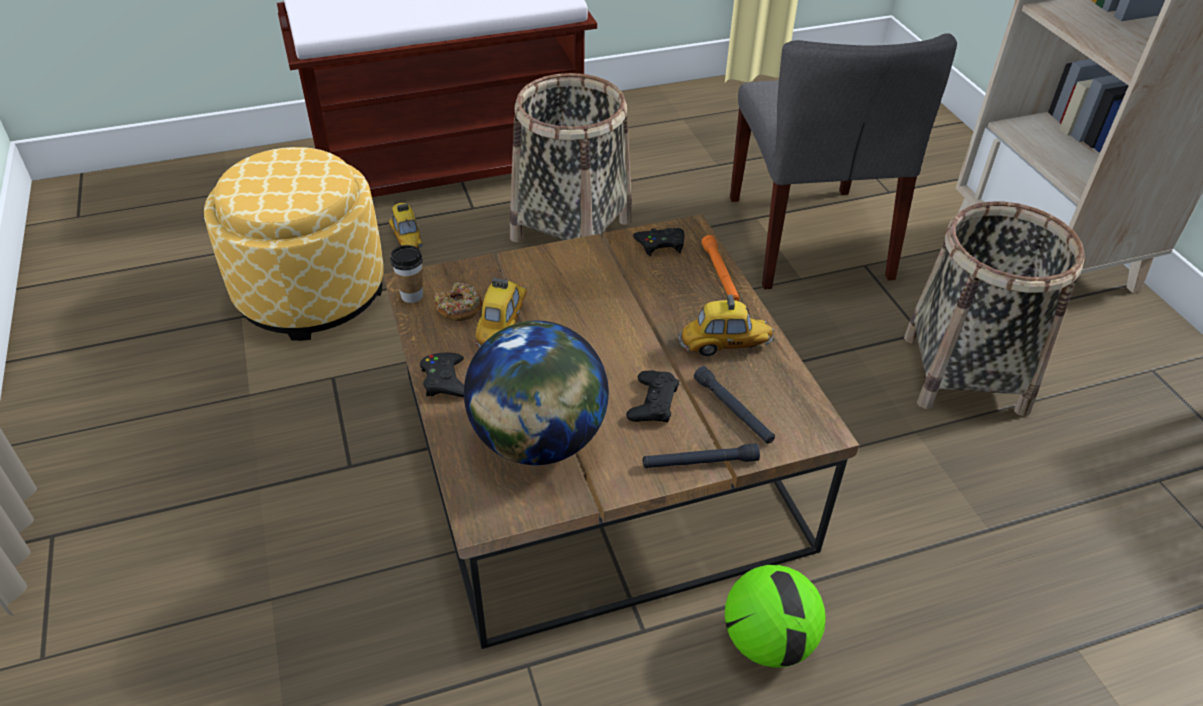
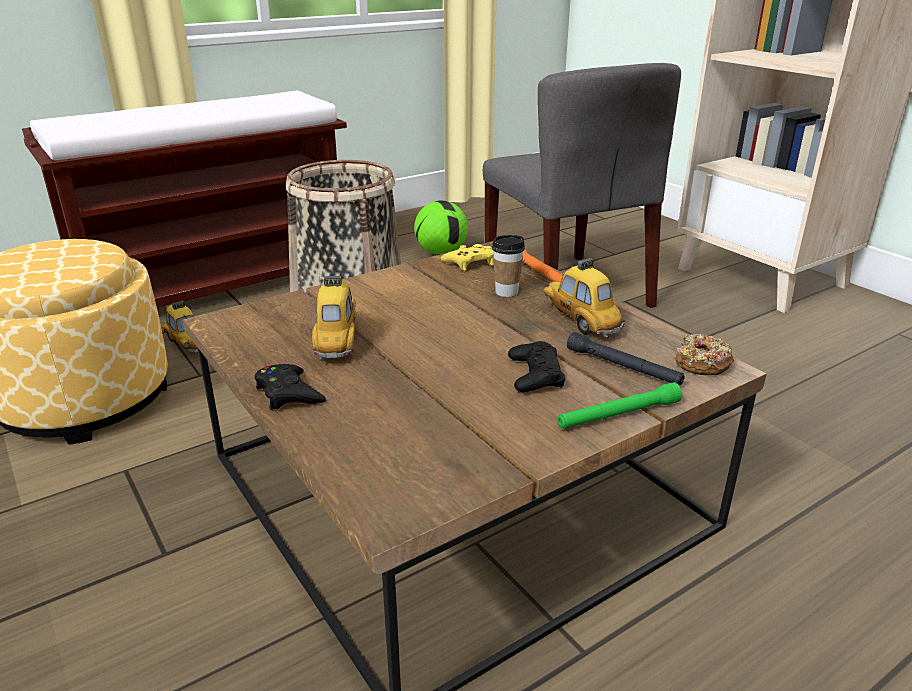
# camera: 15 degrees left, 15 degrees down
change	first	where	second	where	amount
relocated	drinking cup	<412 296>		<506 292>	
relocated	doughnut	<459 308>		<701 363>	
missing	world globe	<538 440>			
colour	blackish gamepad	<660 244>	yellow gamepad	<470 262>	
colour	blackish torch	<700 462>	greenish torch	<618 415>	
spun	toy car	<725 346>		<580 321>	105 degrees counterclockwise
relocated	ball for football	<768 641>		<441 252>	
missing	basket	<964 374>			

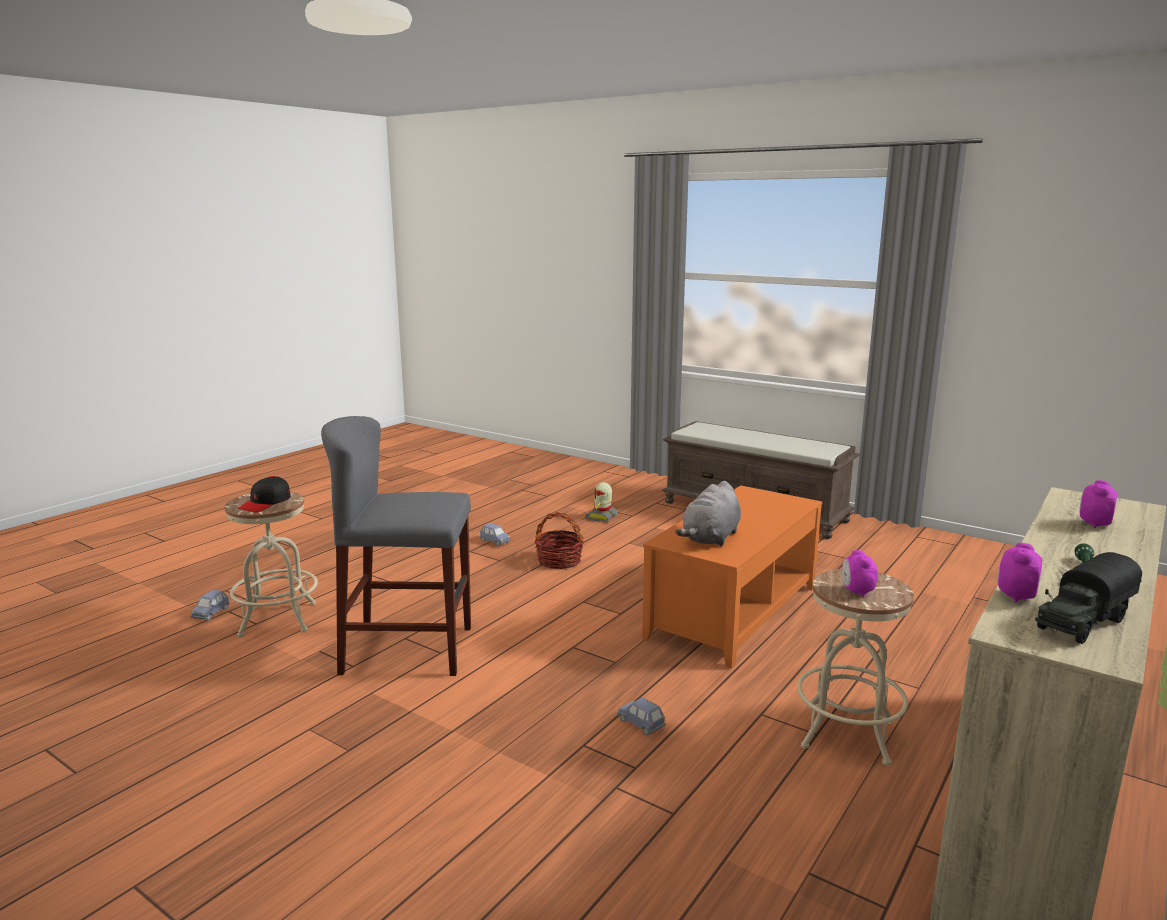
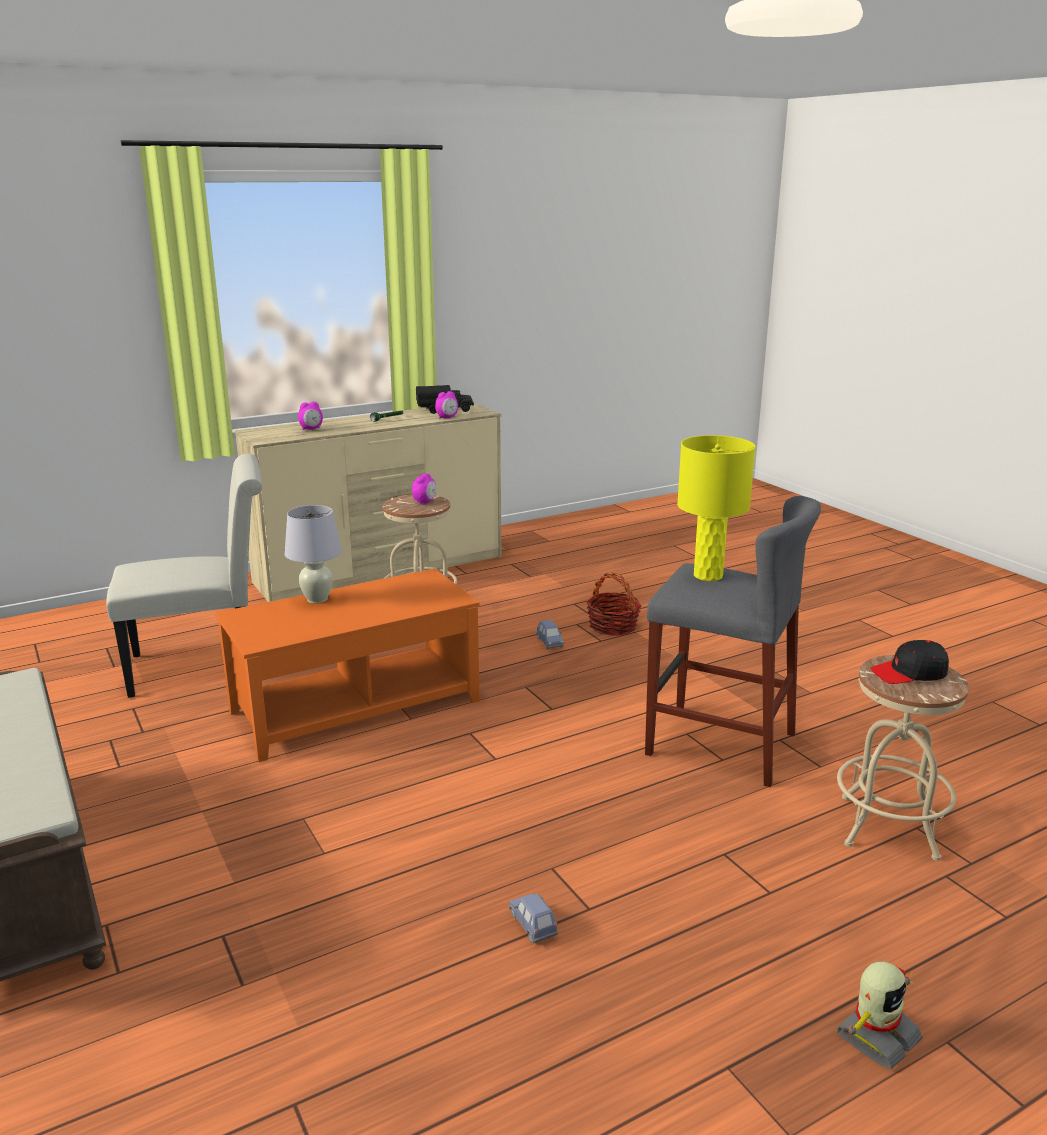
# camera: 155 degrees left, 5 degrees up
change	first	where	second	where	amount
missing	blue-coloured toy car	<211 613>			
spun	blackish cap	<265 503>		<909 673>	150 degrees counterclockwise
relocated	basket	<559 561>		<613 626>	
relocated	toy robot	<602 517>		<876 1036>	
missing	greyish cuddly toy	<710 538>			
appeared			white upright chair	<205 666>	
appeared			white tabletop lamp	<317 599>	
appeared			yellow tabletop lamp	<708 575>	

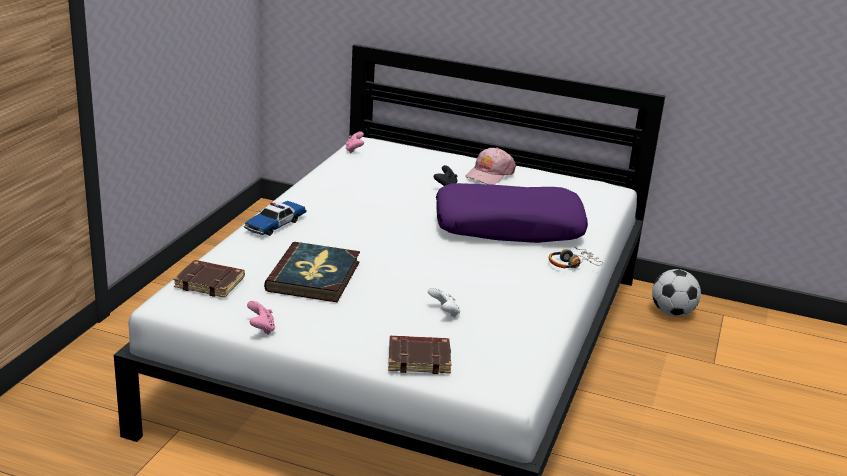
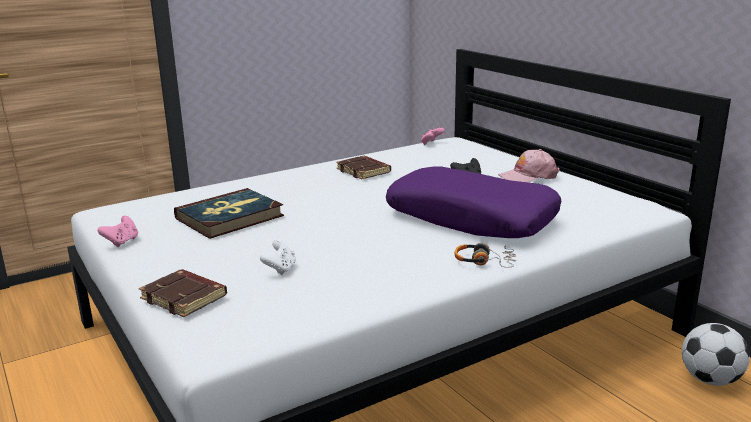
# camera: 40 degrees right, 5 degrees down
change	first	where	second	where	amount
relocated	brown-coloured volume	<210 283>		<364 171>	
missing	toy car	<275 224>			

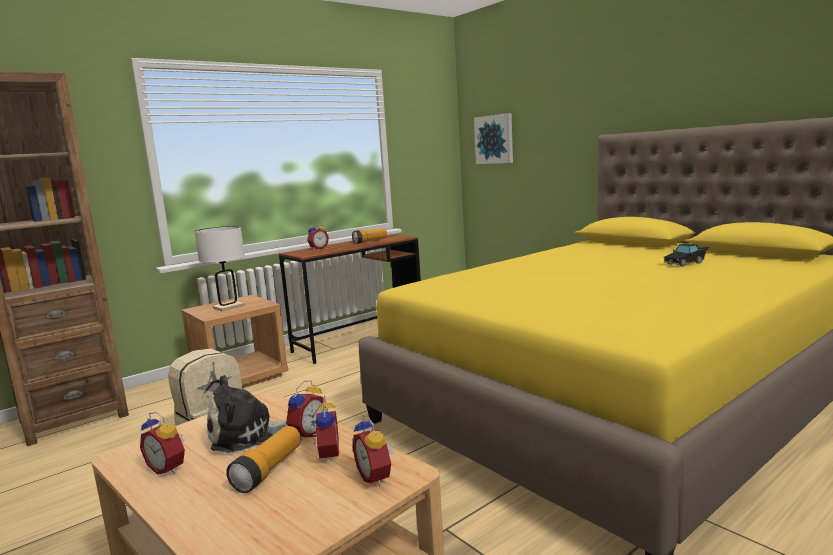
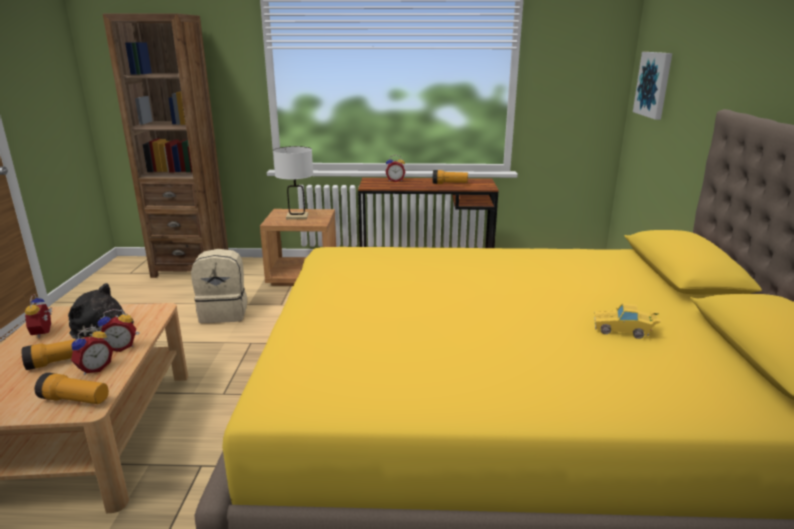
# camera: 40 degrees right, 10 degrees up
change	first	where	second	where	amount
exchanged	alarm clock	<376 477>	torch	<75 400>	
colour	blackish toy car	<686 263>	yellow toy car	<624 330>	

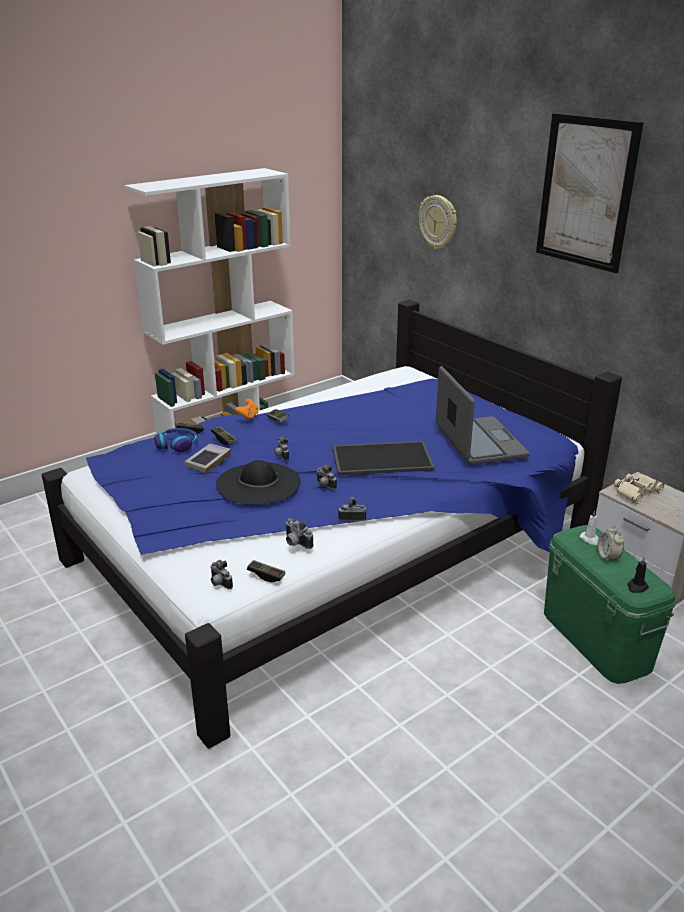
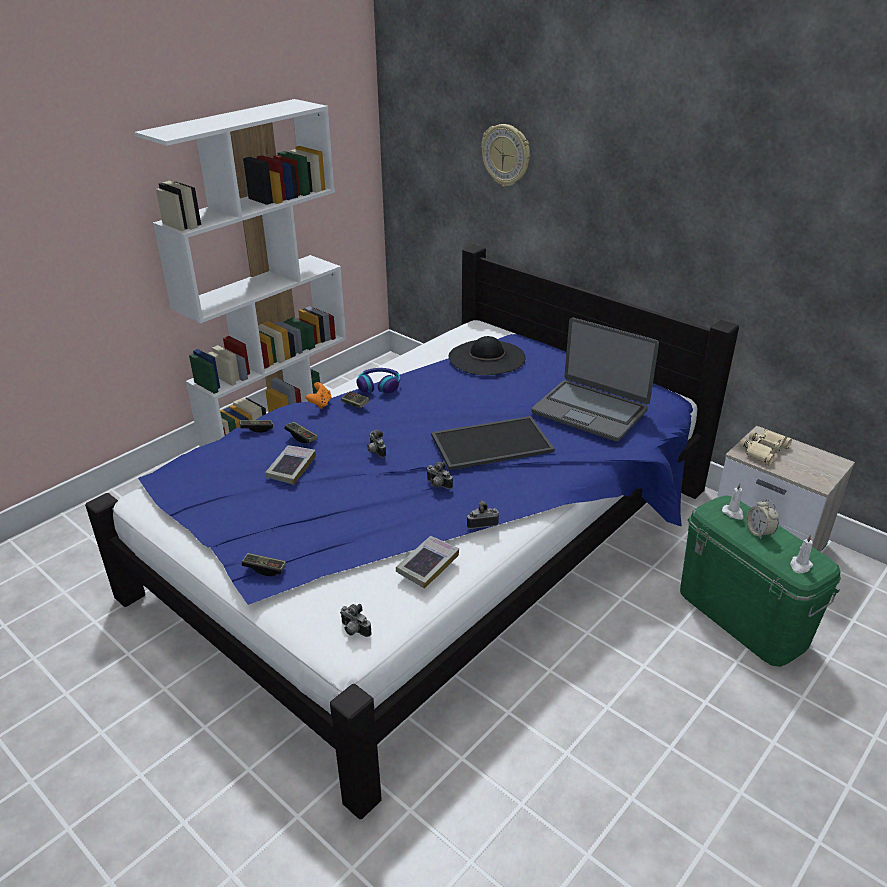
# camera: 10 degrees left, 5 degrees up
change	first	where	second	where	amount
relocated	pair of headphones	<177 445>		<379 386>	
relocated	blackish hat	<258 483>		<486 357>	
relocated	gamepad	<266 575>		<264 569>	
exchanged	photo camera	<295 543>	volume	<427 565>	
spun	portable computer	<479 442>		<590 411>	150 degrees clockwise
missing	wall picture	<586 192>			
colour	blackish wax candle	<636 587>	white wax candle	<800 566>	

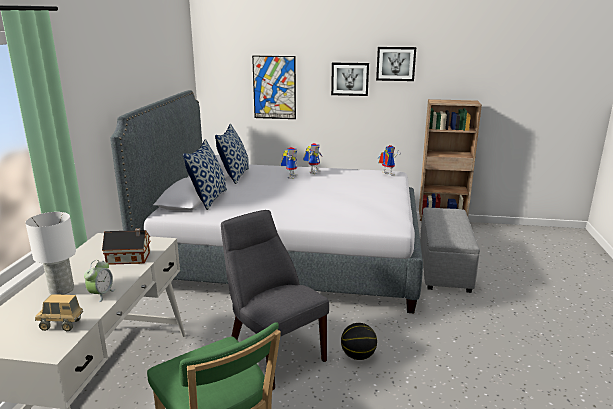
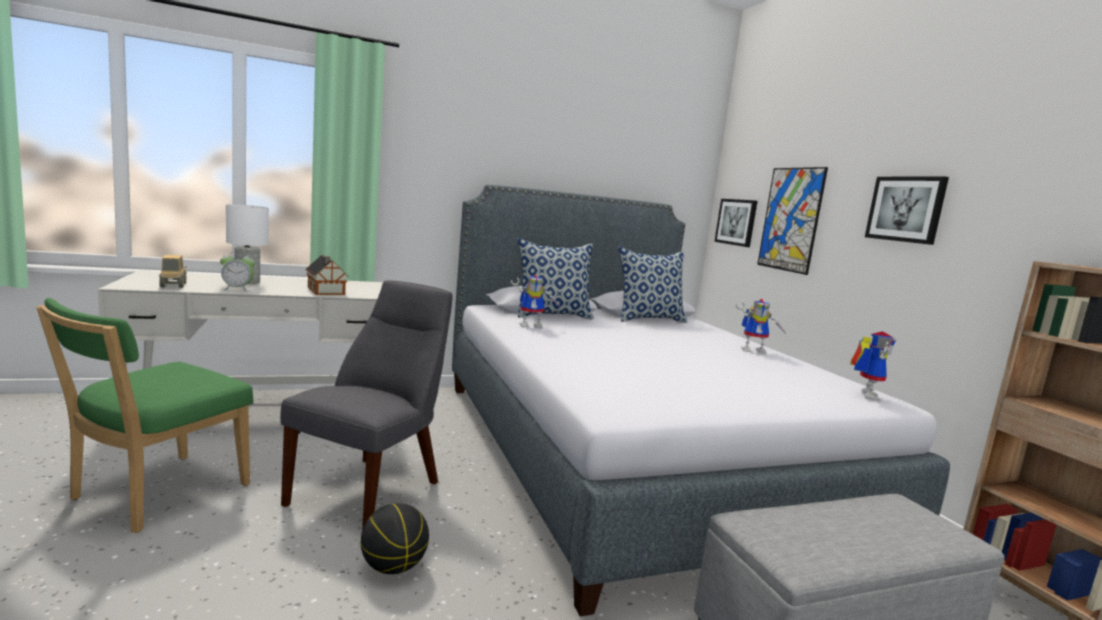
# camera: 60 degrees right, 10 degrees down
change	first	where	second	where	amount
relocated	toy robot	<290 176>		<532 325>	
relocated	wall picture	<395 63>		<736 222>	

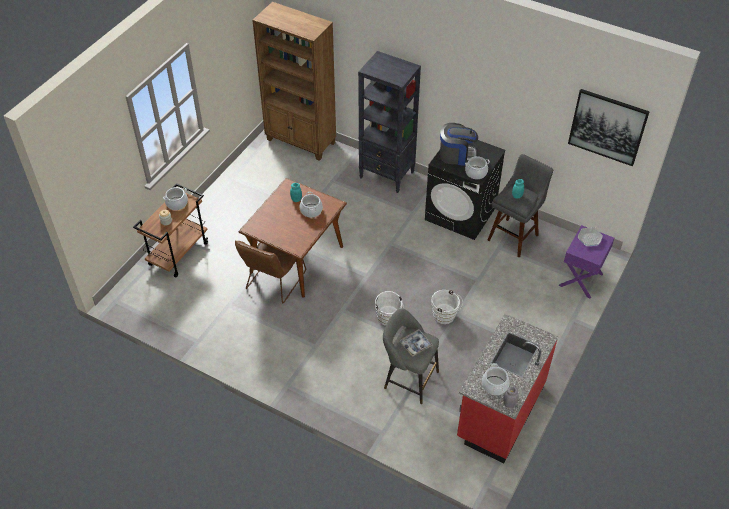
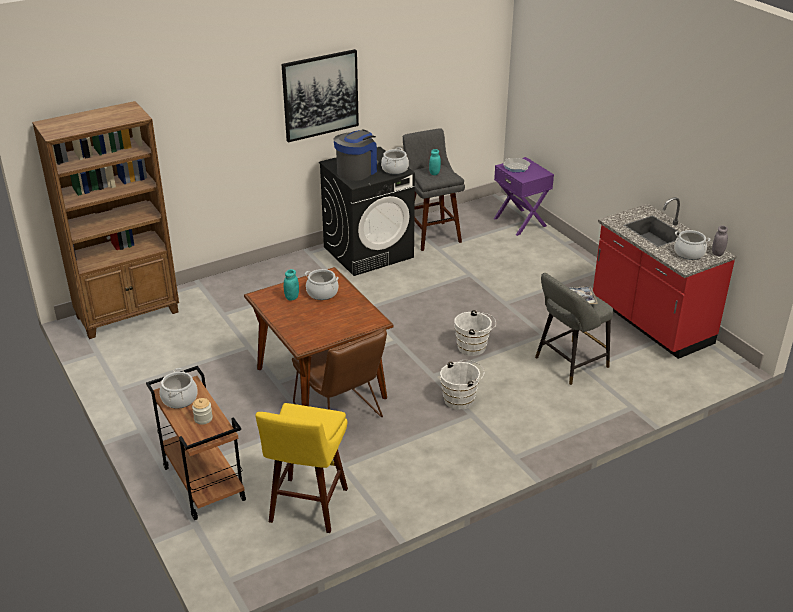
# camera: 60 degrees left, 15 degrees down
change	first	where	second	where	amount
missing	blackish bookshelf	<387 175>			
relocated	white pail	<445 316>		<461 399>	
relocated	wall picture	<607 127>		<320 95>	
appeared			yellow sitting stool	<307 508>	

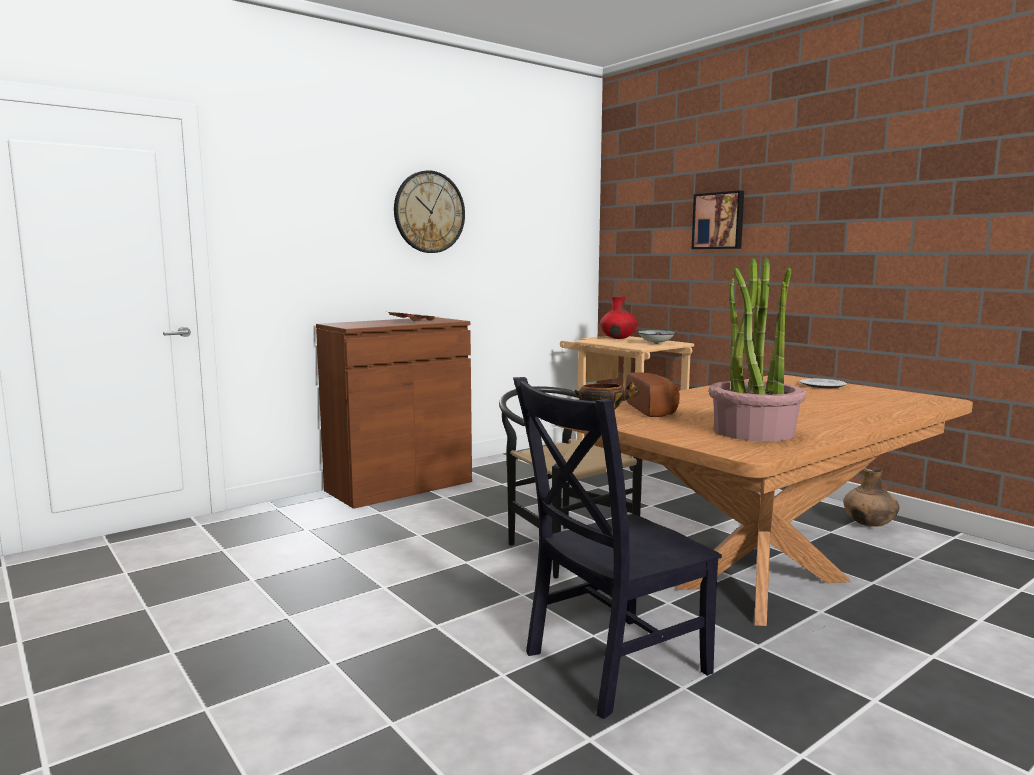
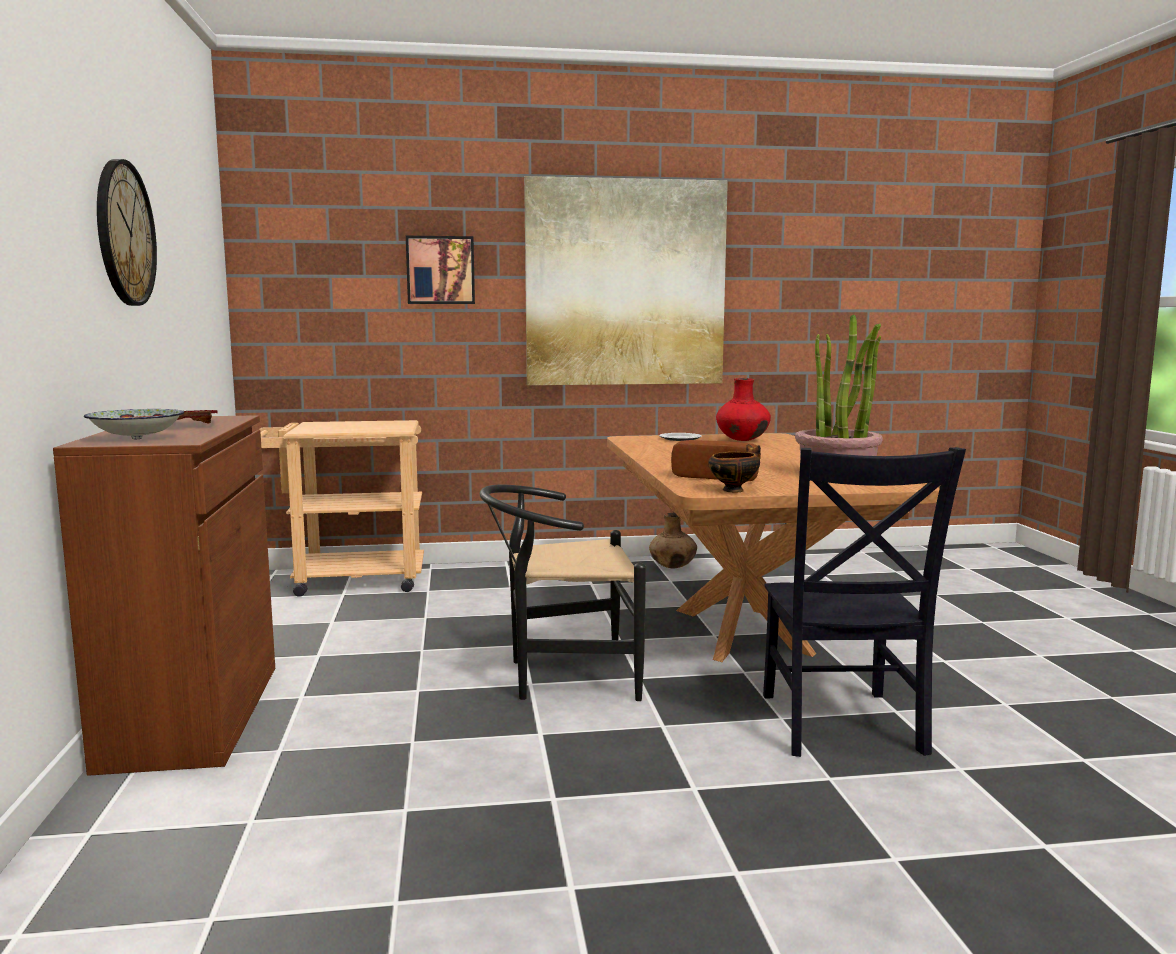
# camera: 60 degrees left, 0 degrees up
change	first	where	second	where	amount
relocated	red flower vase	<618 338>		<742 440>	
relocated	deep dish	<656 343>		<137 438>	
appeared			wall picture	<625 283>	

